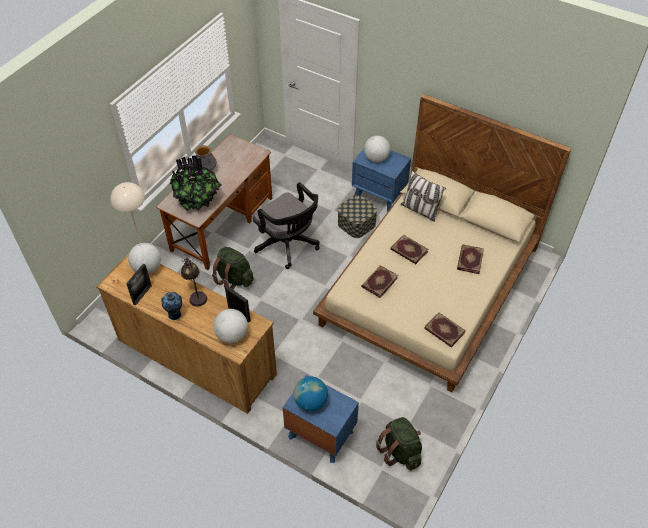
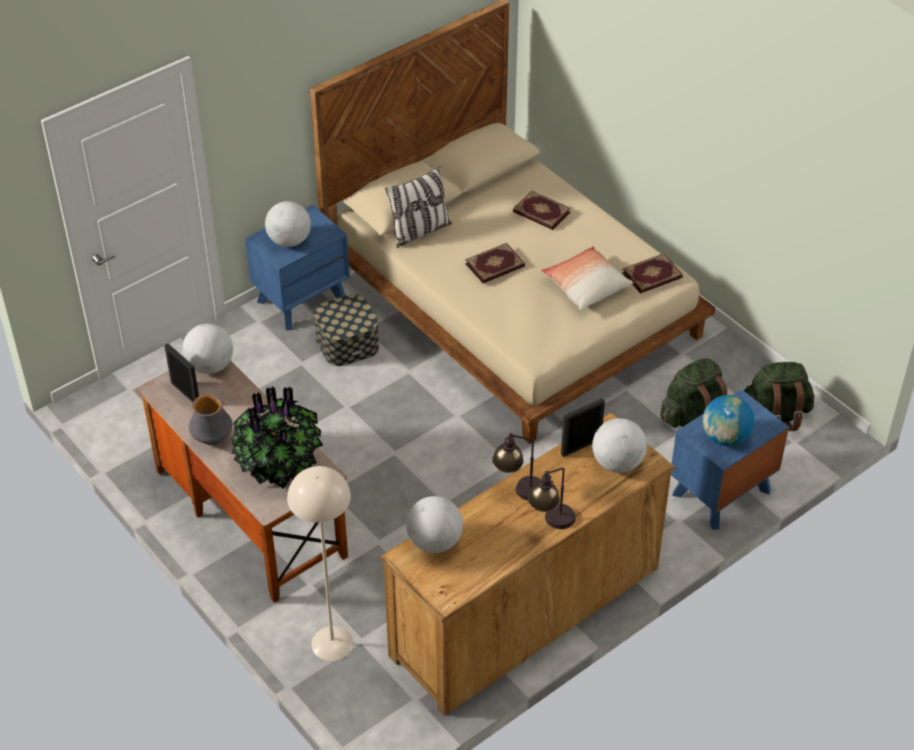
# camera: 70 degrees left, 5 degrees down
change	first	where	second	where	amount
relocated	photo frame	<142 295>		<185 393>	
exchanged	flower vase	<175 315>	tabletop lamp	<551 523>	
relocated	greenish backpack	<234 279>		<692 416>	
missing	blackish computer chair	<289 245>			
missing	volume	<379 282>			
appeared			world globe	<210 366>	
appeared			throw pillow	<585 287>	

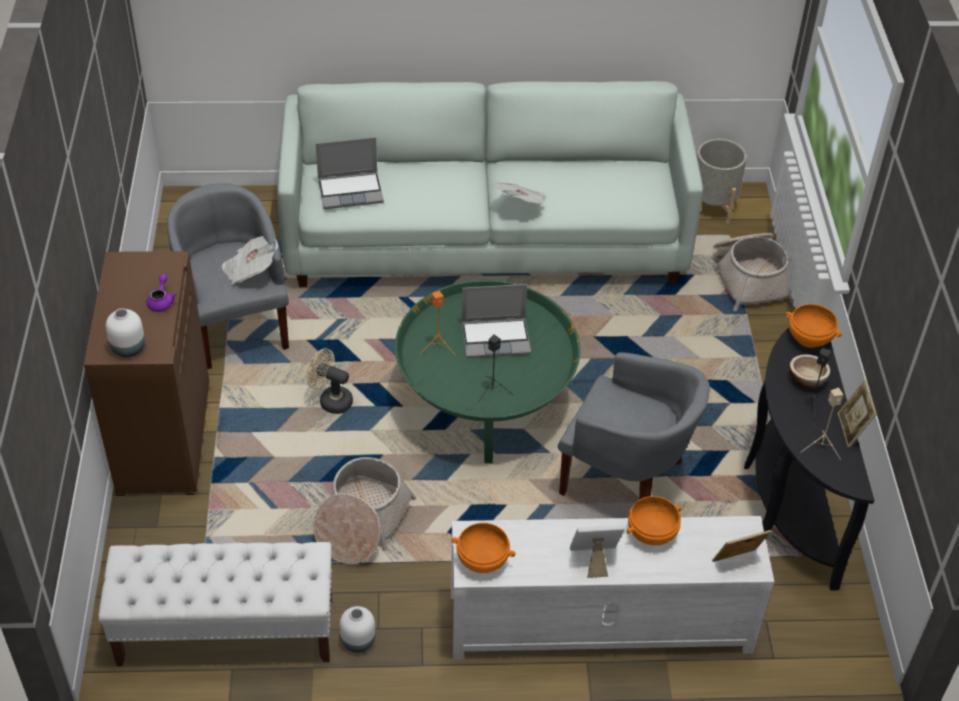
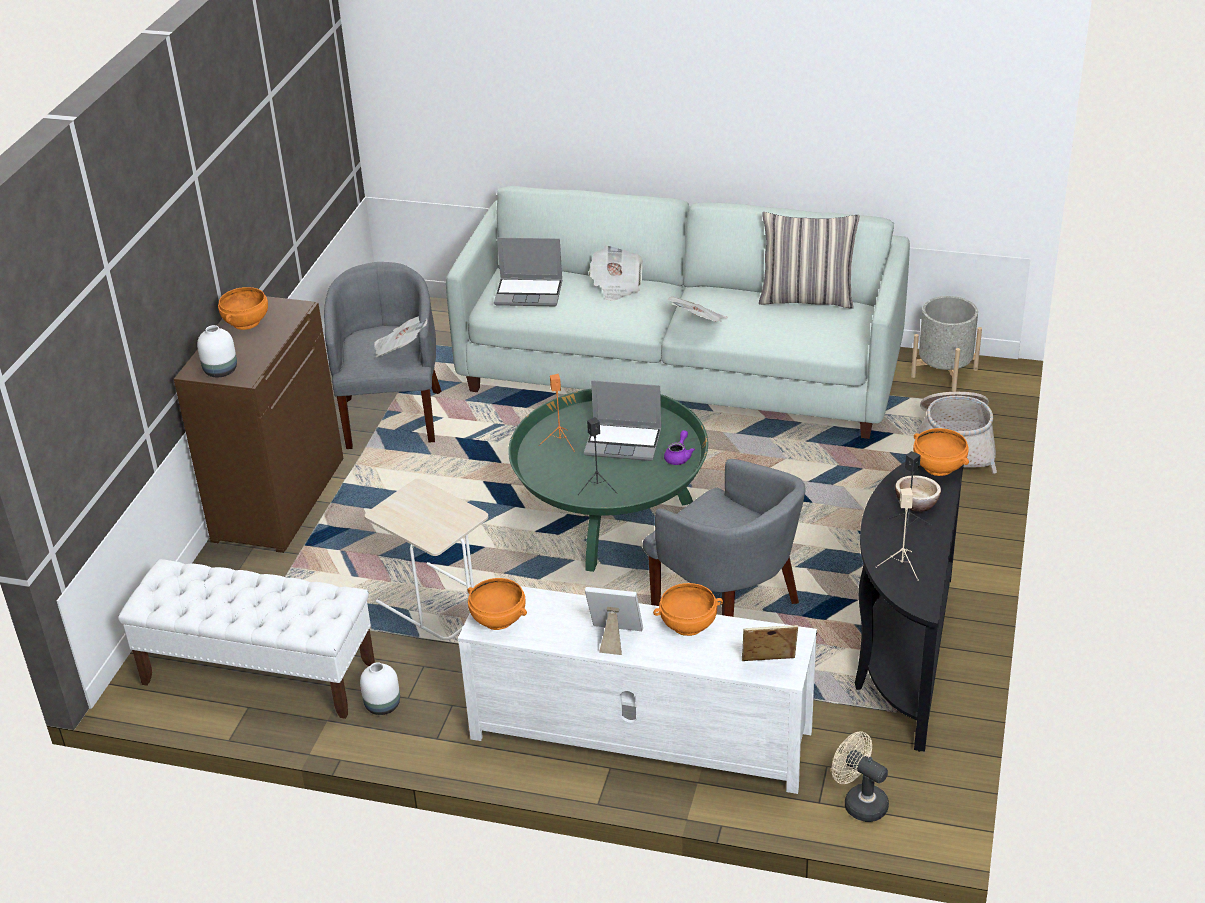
# camera: 20 degrees right, 10 degrees down
change	first	where	second	where	amount
relocated	purplish teapot	<161 301>		<679 457>	
relocated	beige-coloured cooling fan	<331 400>		<859 802>	
exchanged	basket	<361 522>	beige-coloured end table	<435 603>	
missing	photo frame	<851 430>			
appeared			orange deep dish	<246 322>	
appeared			newspaper	<616 286>	
appeared			throw pillow	<807 298>	

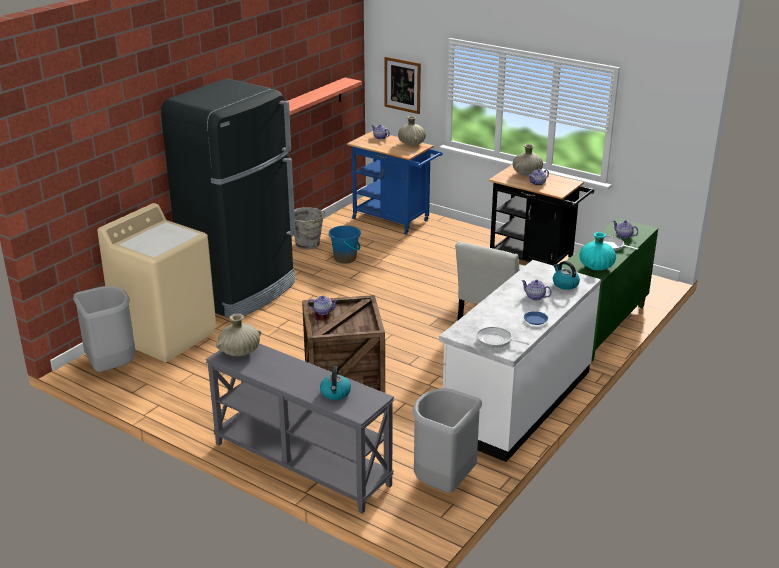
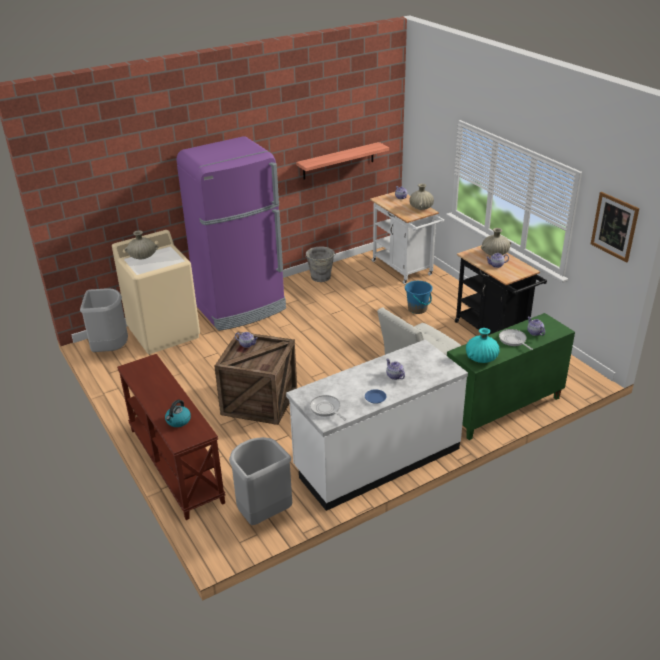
# camera: 25 degrees right, 5 degrees up
change	first	where	second	where	amount
colour	blackish refrigerator	<241 292>	purplish refrigerator	<241 308>	
colour	greyish narrow table	<300 464>	brown-coloured narrow table	<174 465>	
relocated	beige-coloured flower vase	<240 352>		<143 257>	
relocated	blue-coloured pail	<345 258>		<417 309>	
colour	blue-coloured wheeled cart	<394 220>	white wheeled cart	<404 269>	
relocated	wall picture	<402 85>		<614 226>	
missing	tea kettle	<565 284>			

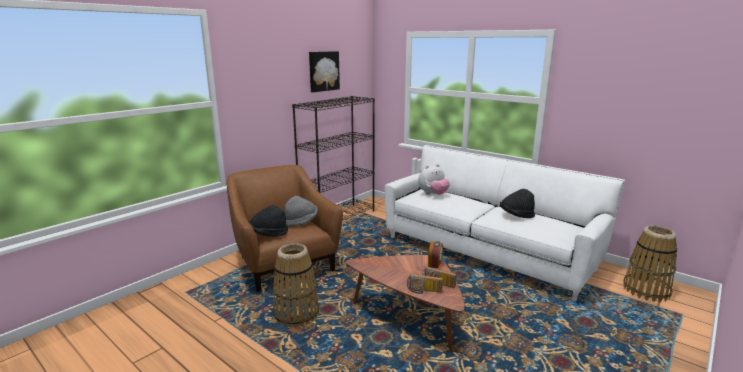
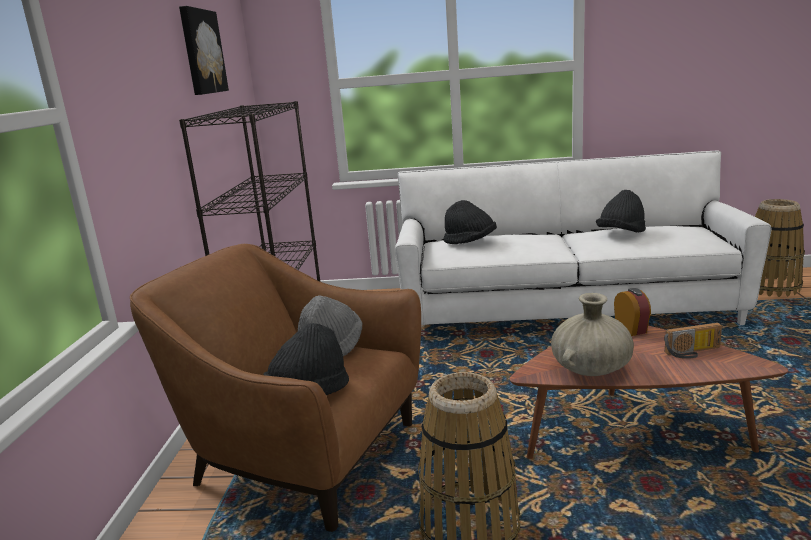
# camera: 35 degrees left, 0 degrees up
change	first	where	second	where	amount
missing	radio receiver	<423 291>			
exchanged	cuddly toy	<433 194>	blackish hat	<470 242>	
appeared			beige-coloured flower vase	<591 369>	

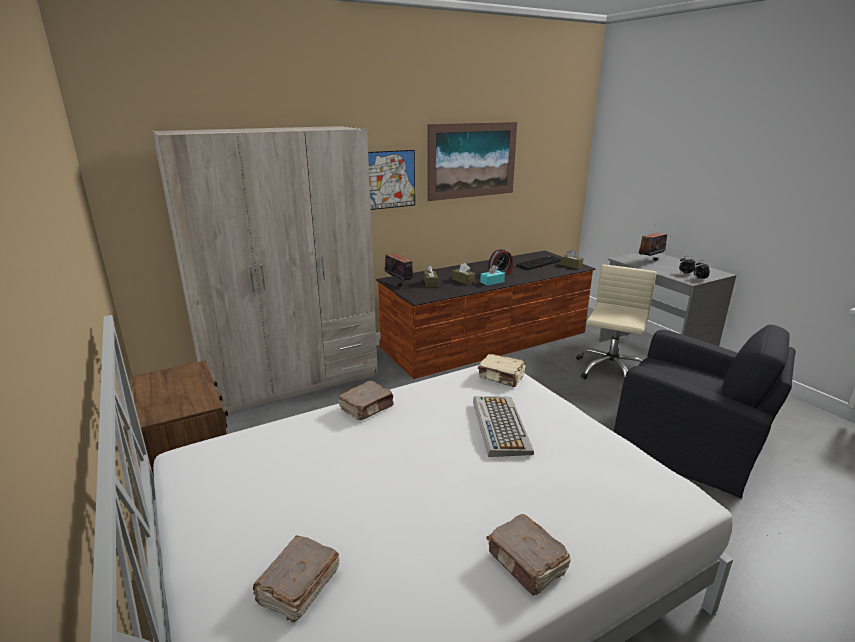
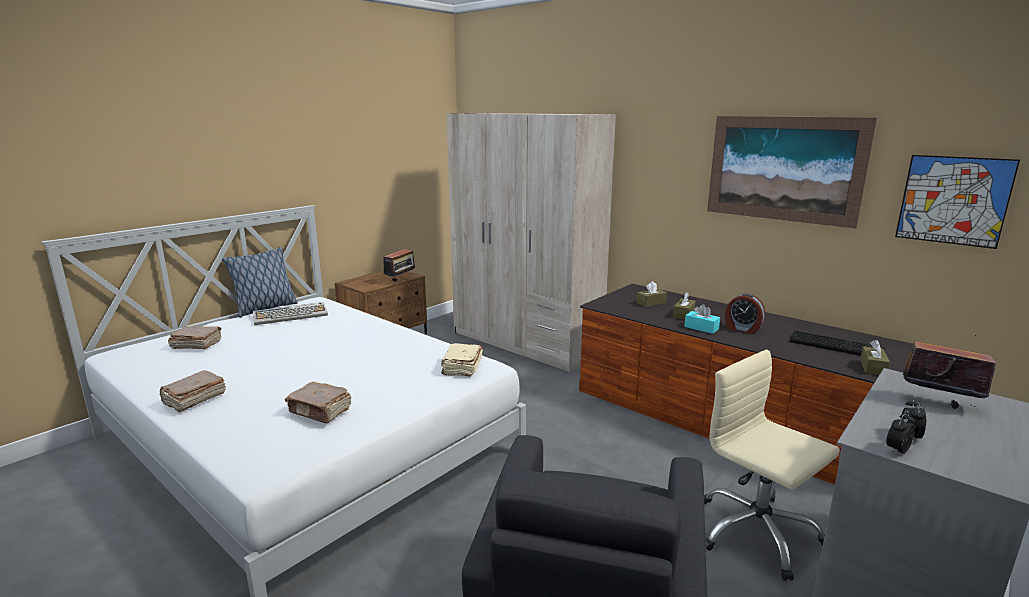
# camera: 70 degrees right, 5 degrees down
change	first	where	second	where	amount
relocated	brown-coloured volume	<367 408>		<320 411>	
relocated	wall picture	<389 179>		<953 200>	
relocated	radio receiver	<399 283>		<401 280>	
relocated	PC keyboard	<499 425>		<291 315>	
spun	beige-coloured computer chair	<609 370>		<756 533>	135 degrees counterclockwise
appeared			throw pillow	<265 308>	

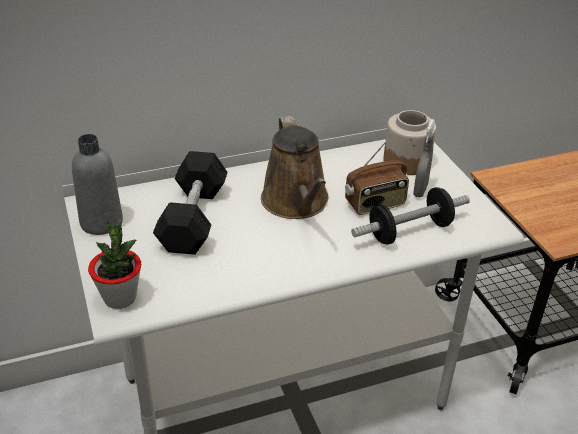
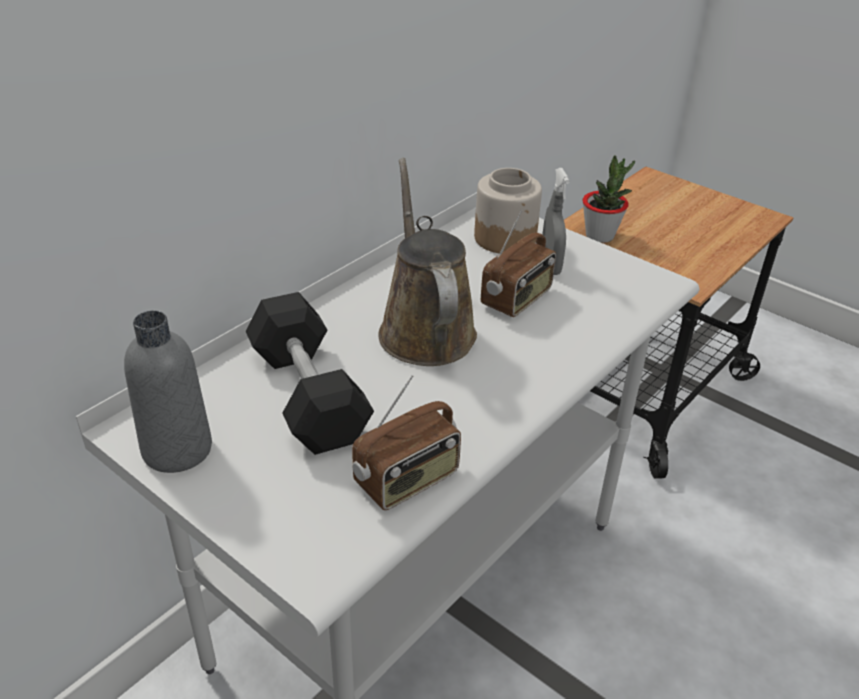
# camera: 30 degrees left, 0 degrees up
change	first	where	second	where	amount
relocated	potted plant	<120 298>		<600 235>	
spun	brown-coloured sprinkling can	<296 203>		<424 329>	150 degrees counterclockwise
missing	dumbbell	<409 231>			
appeared			radio receiver	<407 481>	

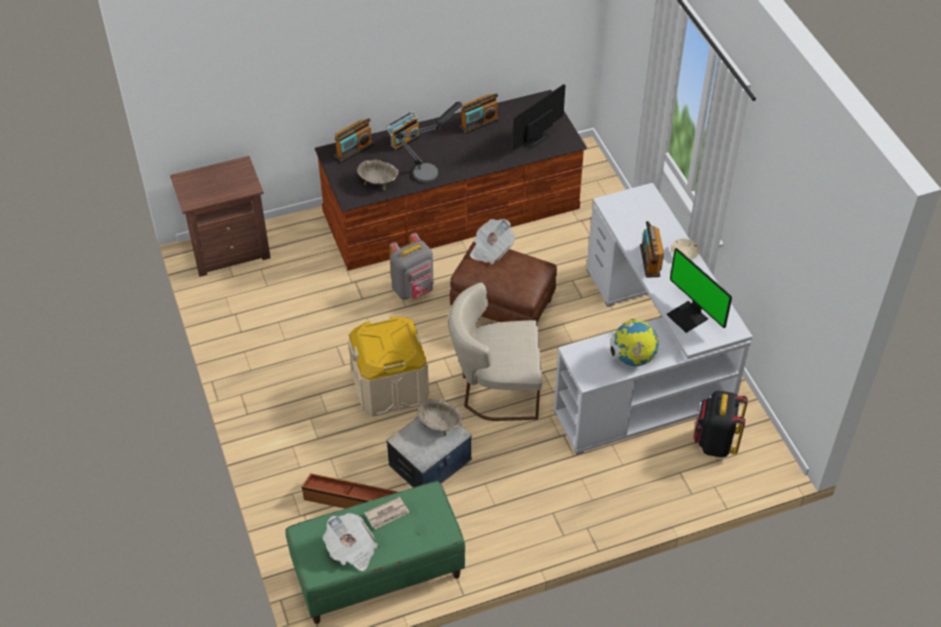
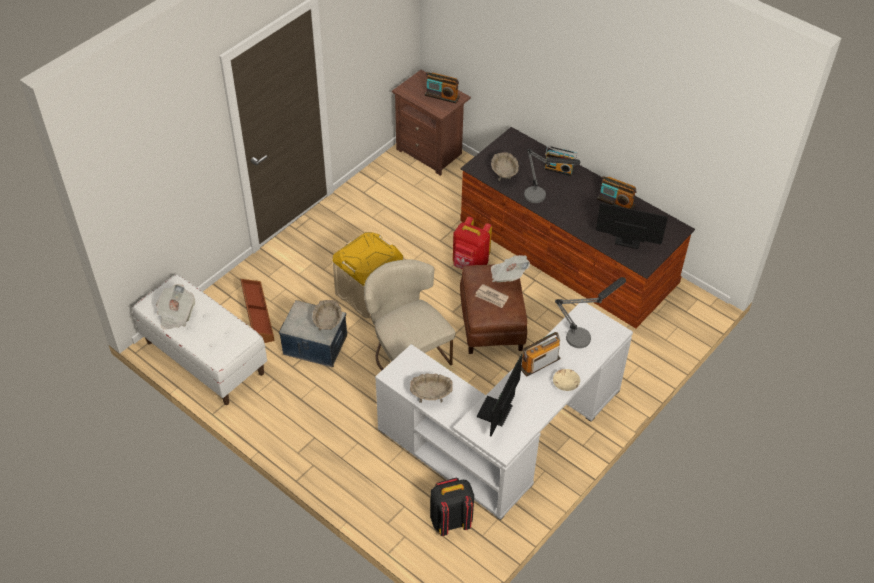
# camera: 60 degrees right, 0 degrees up
change	first	where	second	where	amount
colour	greenish indoor bench	<378 573>	white indoor bench	<204 358>	
relocated	radio receiver	<354 150>		<442 96>	
relocated	newspaper	<387 514>		<491 297>	
colour	greyish backpack	<413 289>	red backpack	<470 264>	
exchanged	world globe	<632 358>	beige-coloured deep dish	<431 395>	
appeared			tabletop lamp	<584 335>	

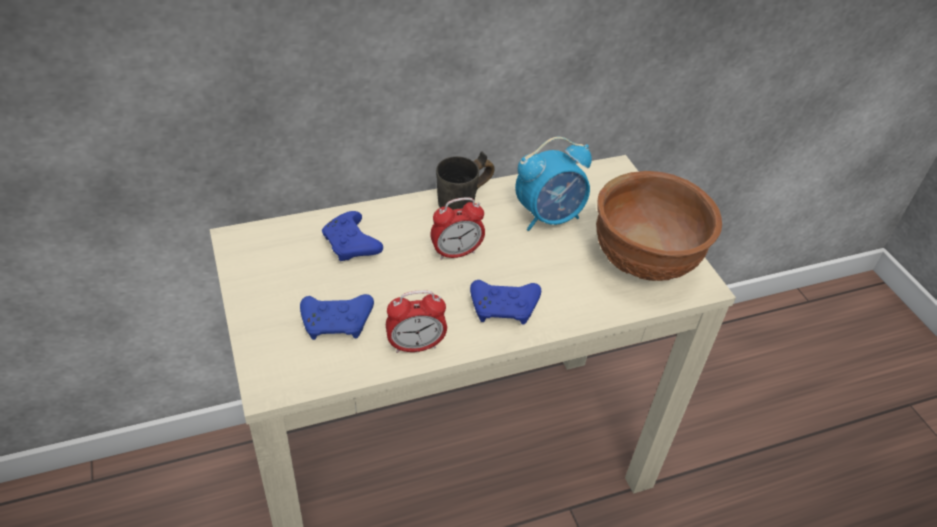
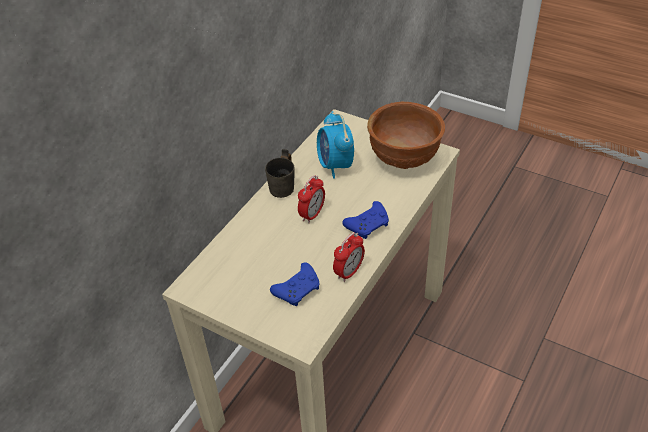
# camera: 35 degrees left, 0 degrees up
change	first	where	second	where	amount
missing	blue-coloured gamepad	<352 246>			
spun	alarm clock	<549 217>		<335 166>	135 degrees clockwise

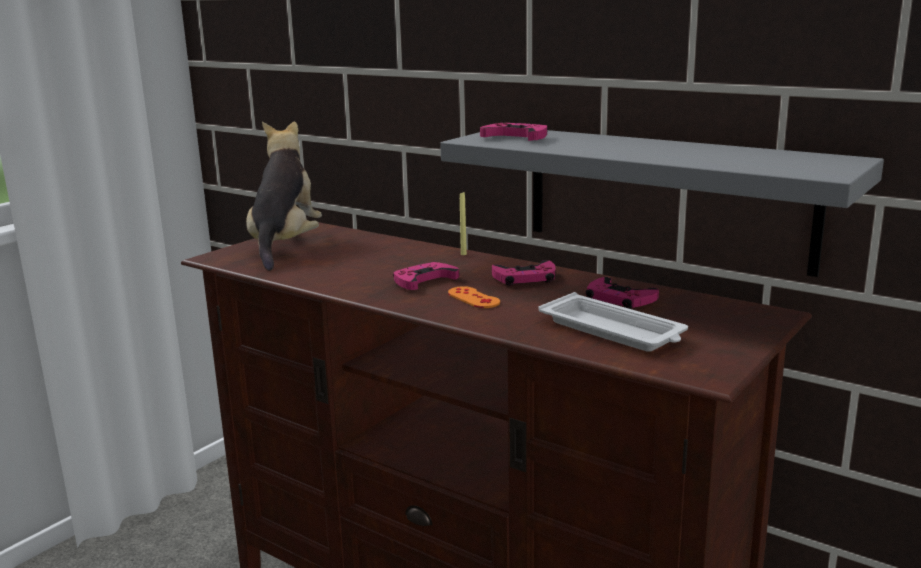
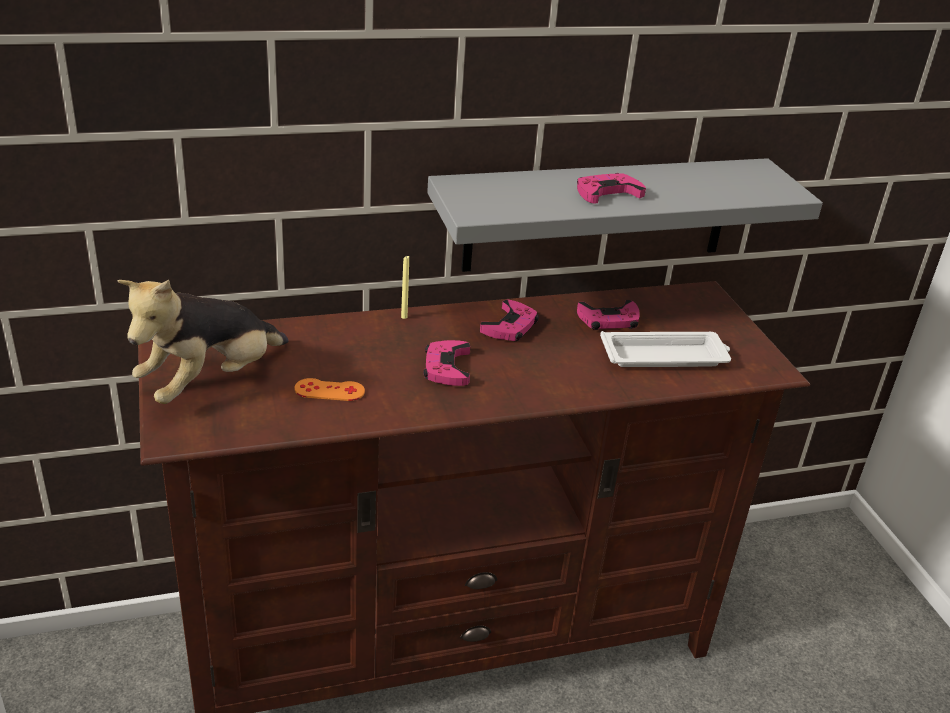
# camera: 55 degrees left, 15 degrees up
change	first	where	second	where	amount
spun	cuddly toy	<285 245>		<210 382>	90 degrees counterclockwise
relocated	orange gamepad	<473 298>		<329 390>	
relocated	pink gamepad	<516 137>		<607 193>	

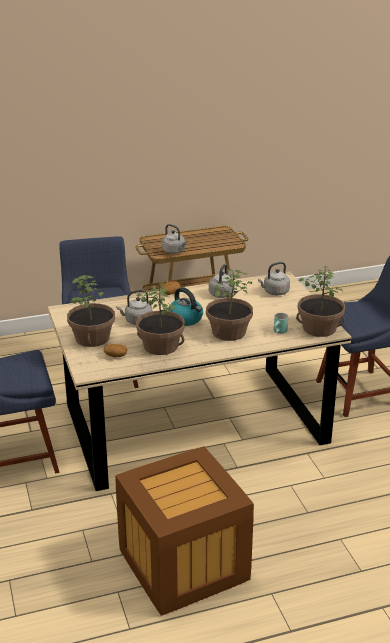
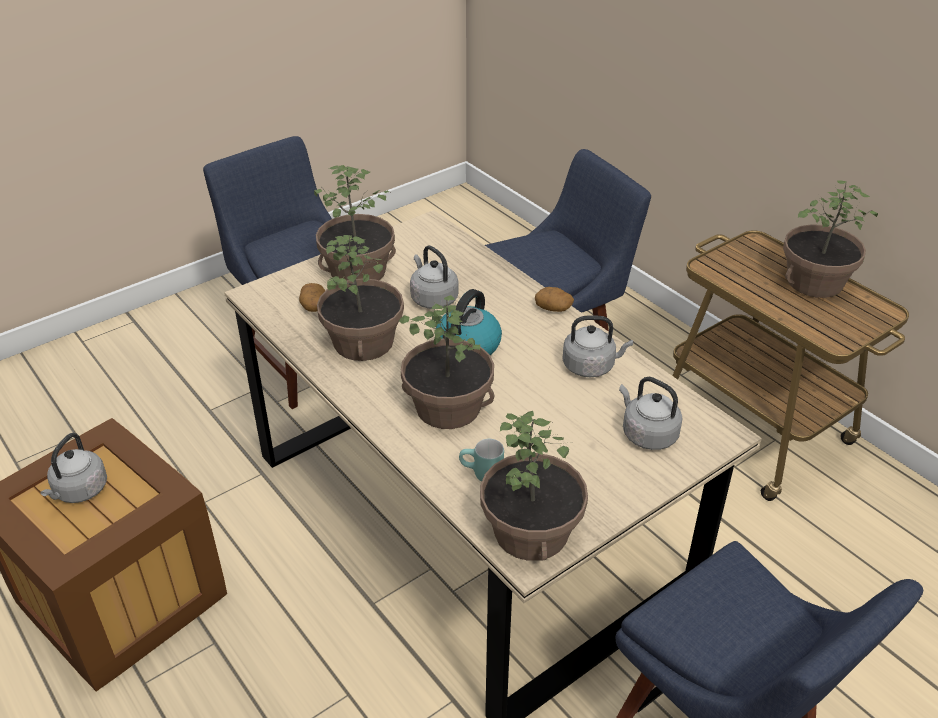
# camera: 70 degrees right, 10 degrees up
change	first	where	second	where	amount
relocated	greyish tea kettle	<174 251>		<79 491>	
appeared			potted plant	<814 281>	

